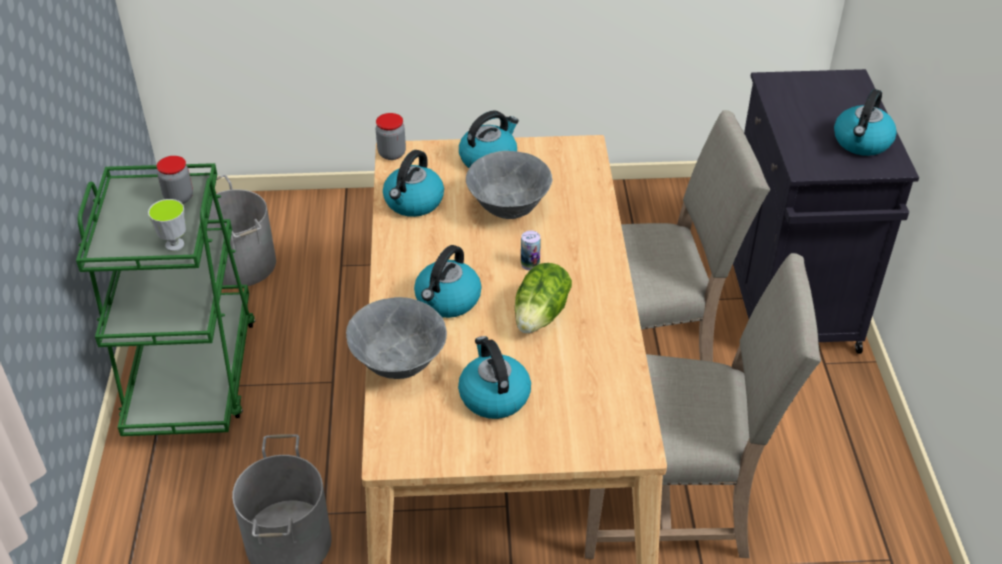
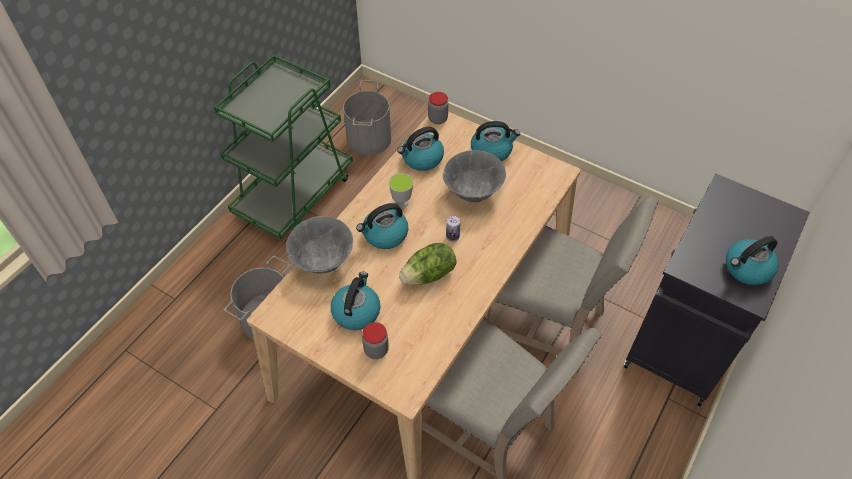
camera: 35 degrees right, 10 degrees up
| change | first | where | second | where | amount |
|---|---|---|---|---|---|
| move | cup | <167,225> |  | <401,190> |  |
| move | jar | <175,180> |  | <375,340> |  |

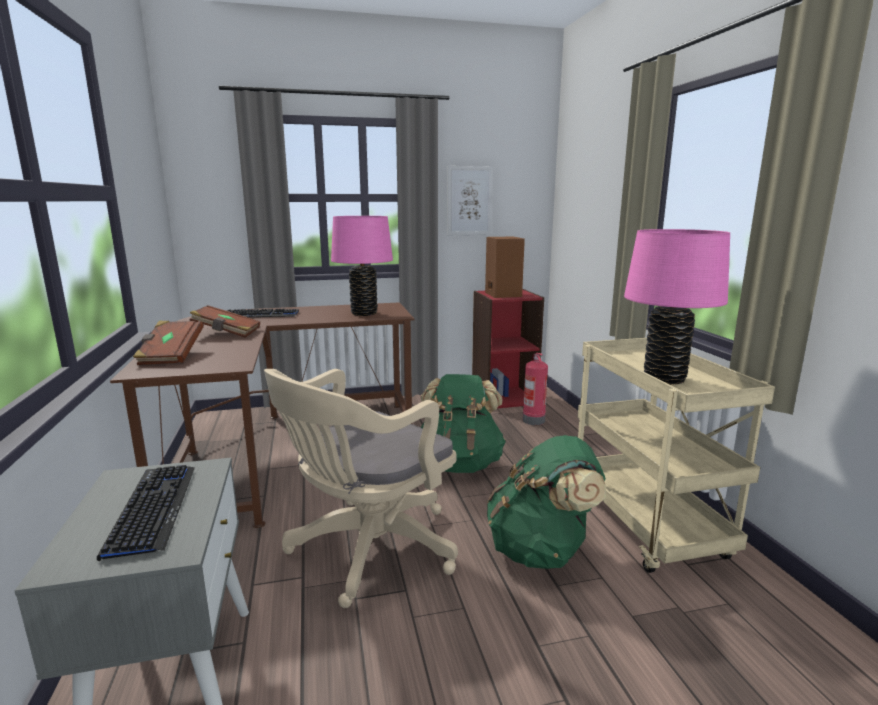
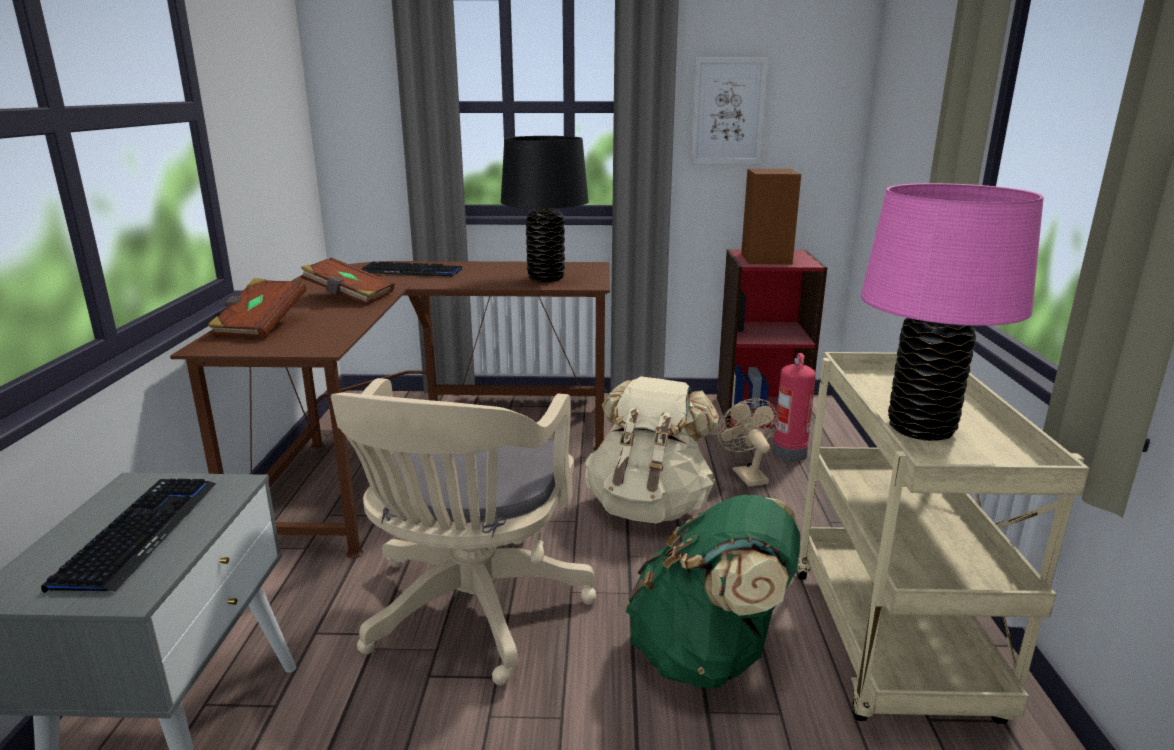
camera: 15 degrees right, 5 degrees up
| change | first | where | second | where | amount |
|---|---|---|---|---|---|
| insert |  |  | beige fan | <747,442> |  |
| recolor | pink table lamp | <362,266> | black table lamp | <545,209> |  |
| recolor | green backpack | <463,423> | beige backpack | <652,450> |  |
| rotate | beige office chair | <361,488> |  | <464,532> | 45 degrees counterclockwise |

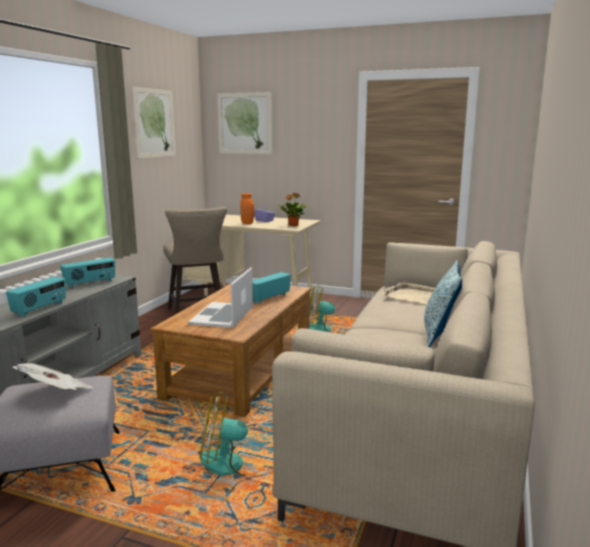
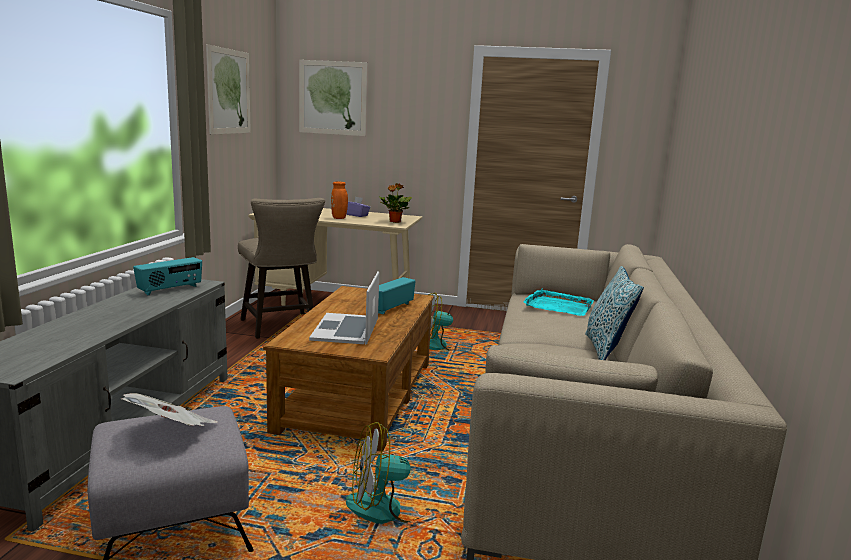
camera: 10 degrees left, 0 degrees up
| change | first | where | second | where | amount |
|---|---|---|---|---|---|
| delete | radio | <36,297> |  |  |  |
| recolor | beige tray | <408,292> | turquoise tray | <559,302> |  |

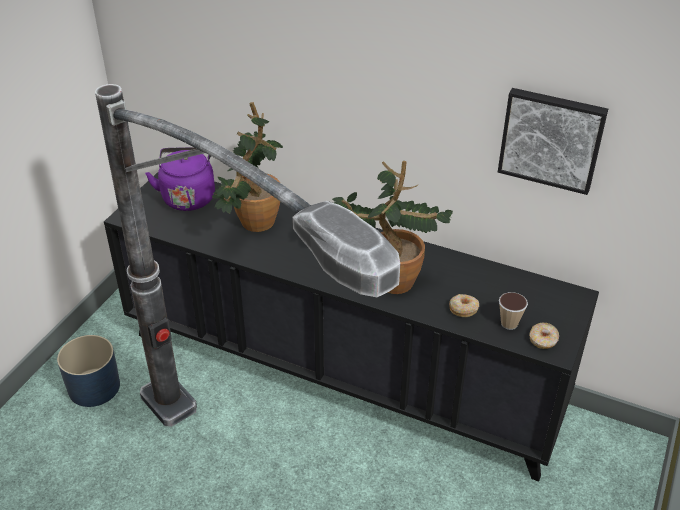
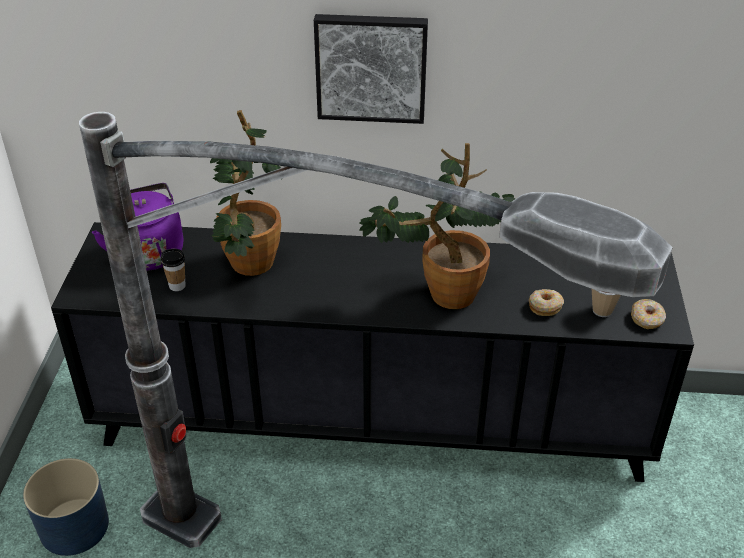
camera: 20 degrees left, 0 degrees up
| change | first | where | second | where | amount |
|---|---|---|---|---|---|
| insert |  |  | cup | <173,270> |  |
| move | picture | <553,141> |  | <371,69> |  |

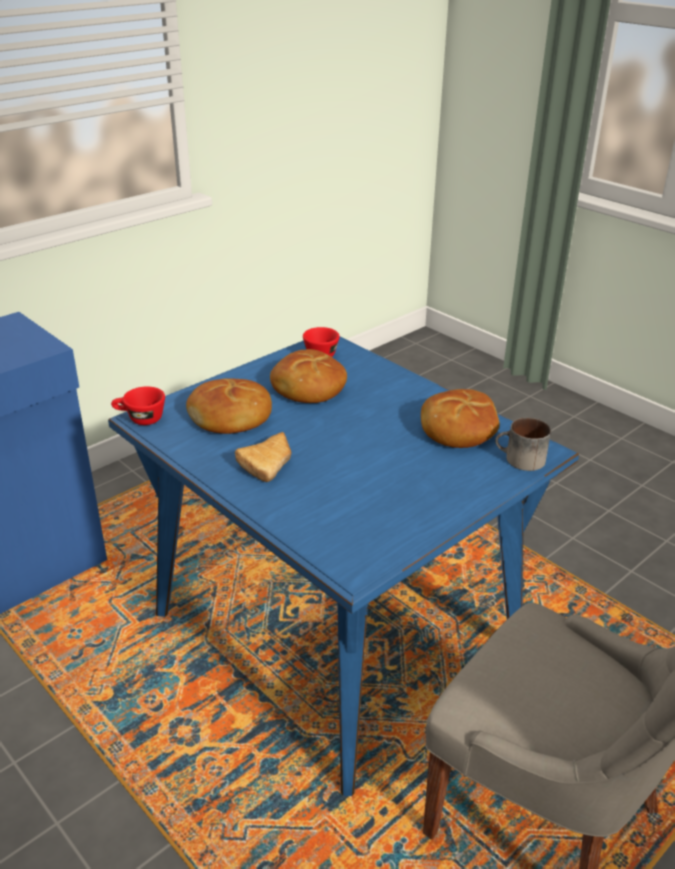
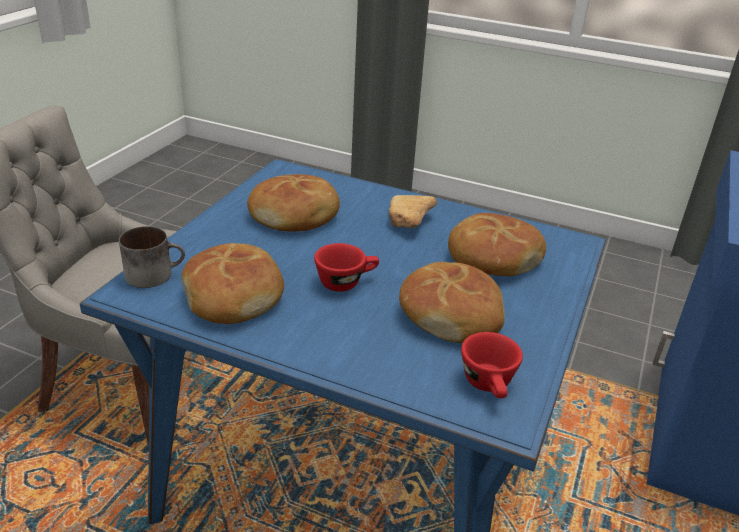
camera: 155 degrees right, 0 degrees up
| change | first | where | second | where | amount |
|---|---|---|---|---|---|
| insert |  |  | bread | <293,203> |  |
| move | red cup | <138,406> |  | <346,267> |  |

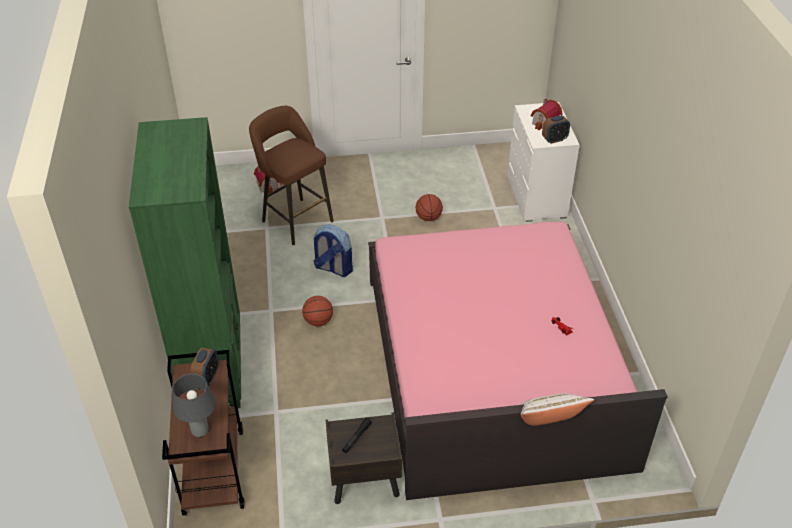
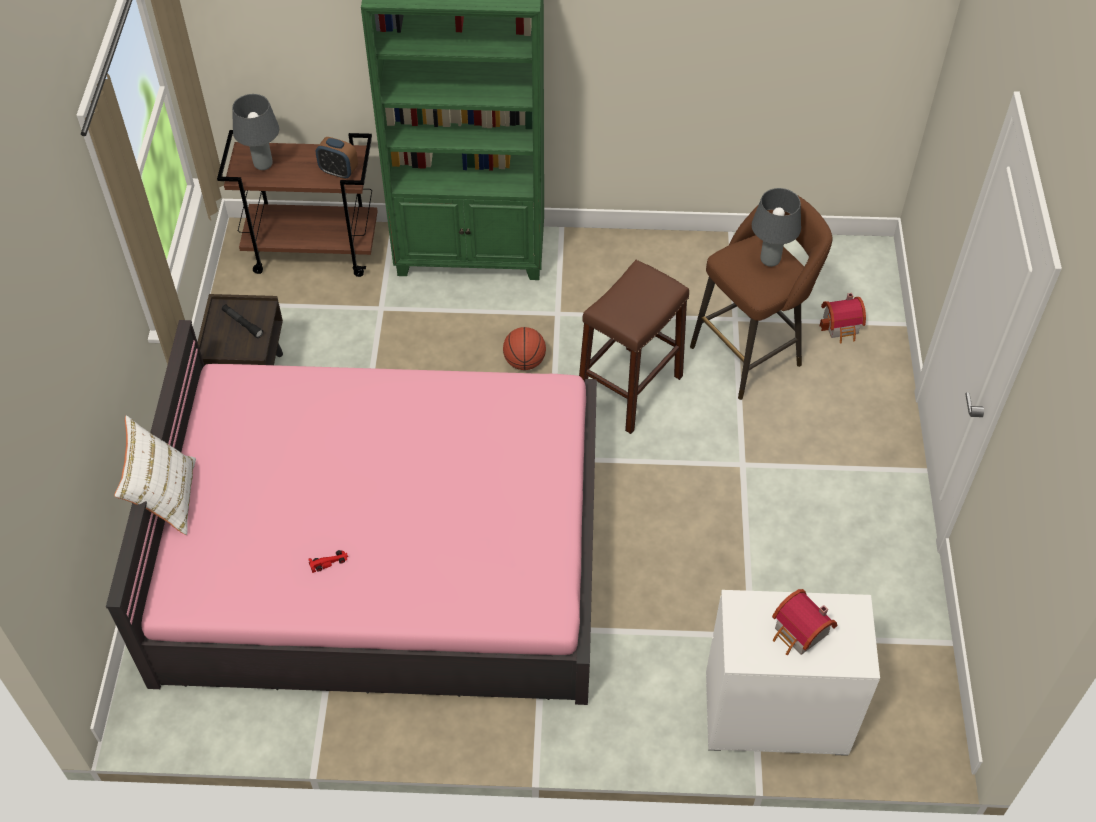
camera: 100 degrees right, 10 degrees up
| change | first | where | second | where | amount |
|---|---|---|---|---|---|
| delete | basketball | <429,207> |  |  |  |
| delete | alarm clock | <556,129> |  |  |  |
| insert |  |  | grey table lamp | <776,227> |  |
| replace | backpack | <333,251> | brown stool | <634,347> |  |

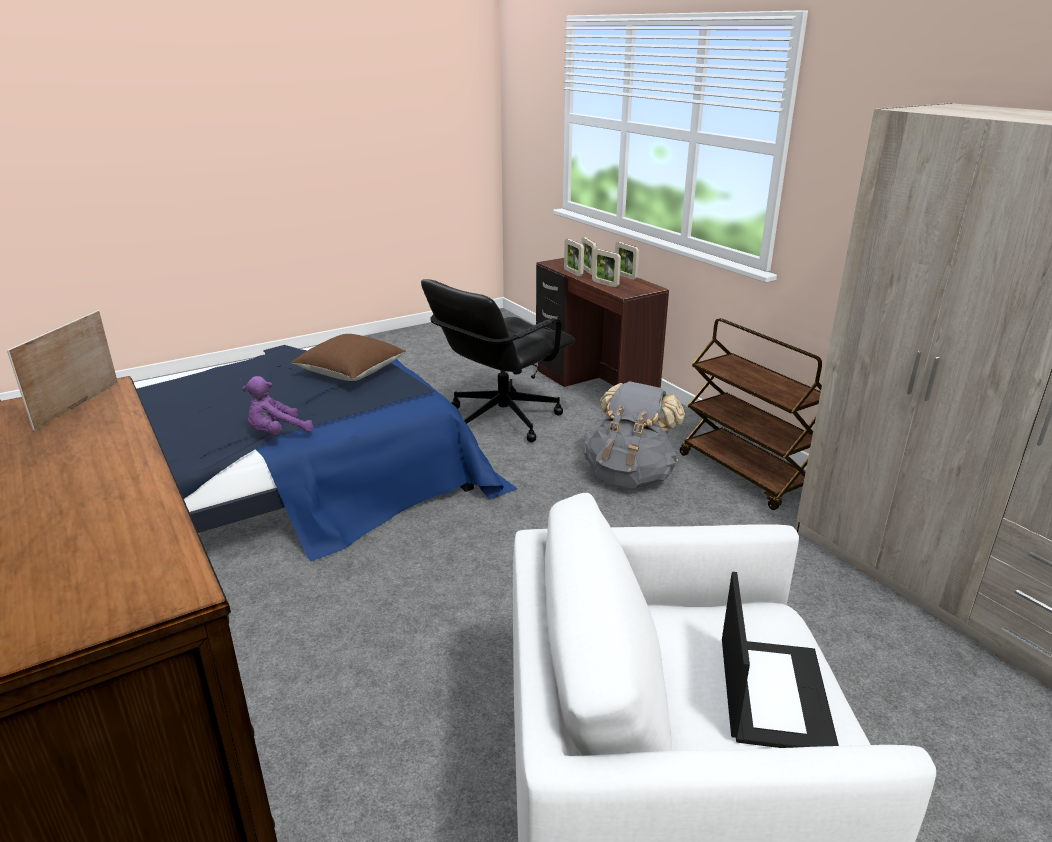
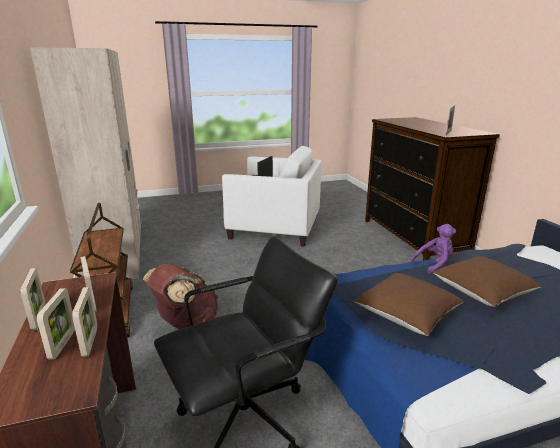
camera: 165 degrees left, 5 degrees down
| change | first | where | second | where | amount |
|---|---|---|---|---|---|
| insert |  |  | brown pillow | <487,281> |  |
| recolor | grey backpack | <634,434> | brown backpack | <180,296> |  |

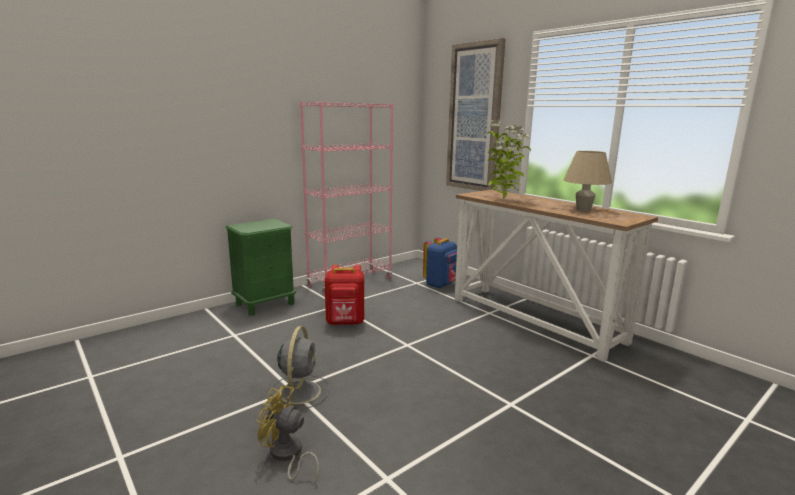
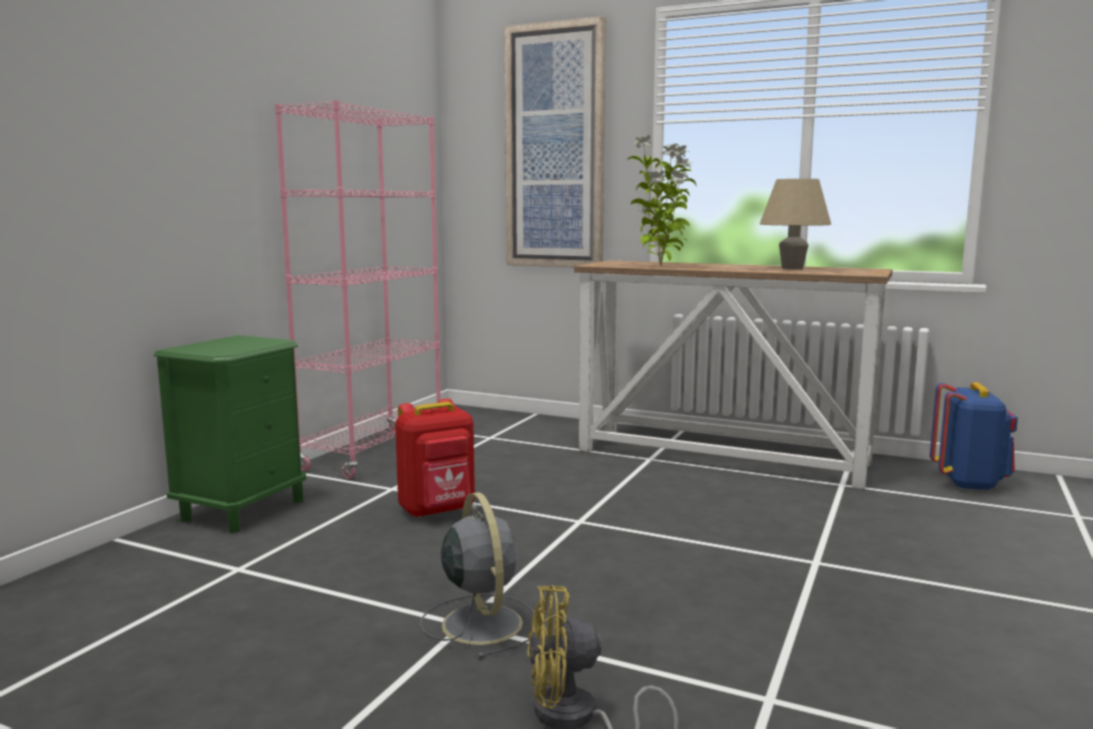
camera: 25 degrees left, 5 degrees down
| change | first | where | second | where | amount |
|---|---|---|---|---|---|
| move | blue backpack | <440,263> |  | <974,436> |  |

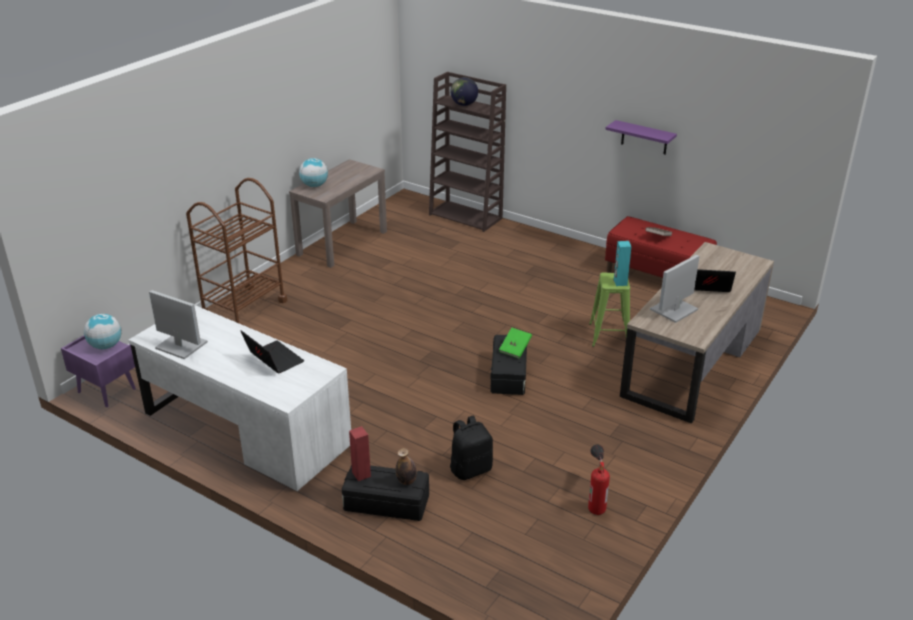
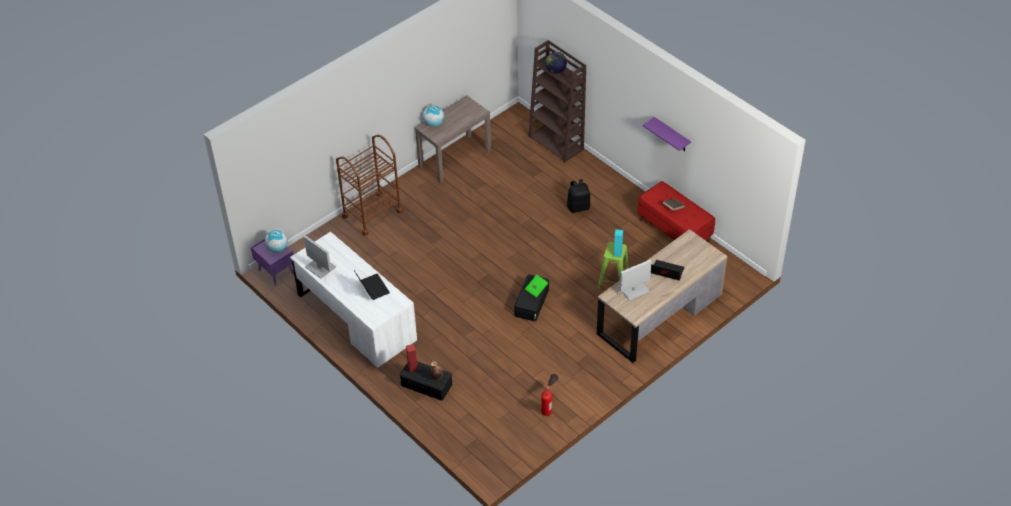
camera: 15 degrees right, 15 degrees up
| change | first | where | second | where | amount |
|---|---|---|---|---|---|
| move | black backpack | <471,447> |  | <578,196> |  |

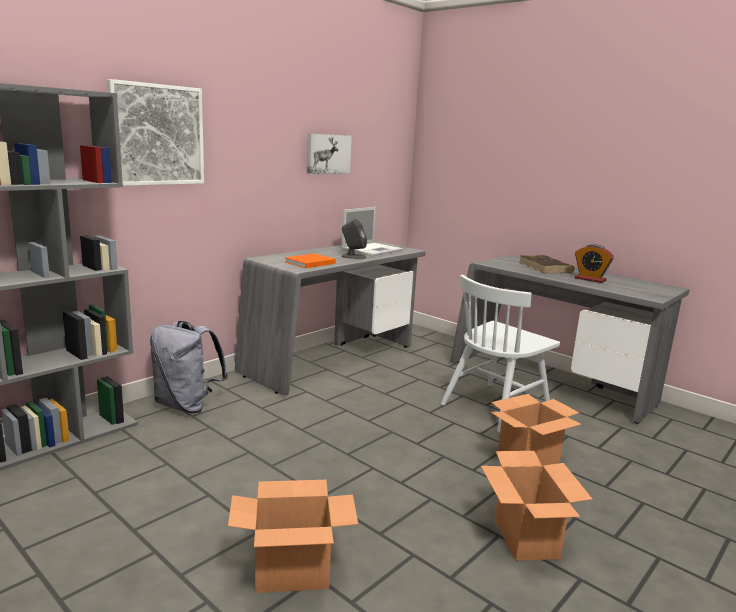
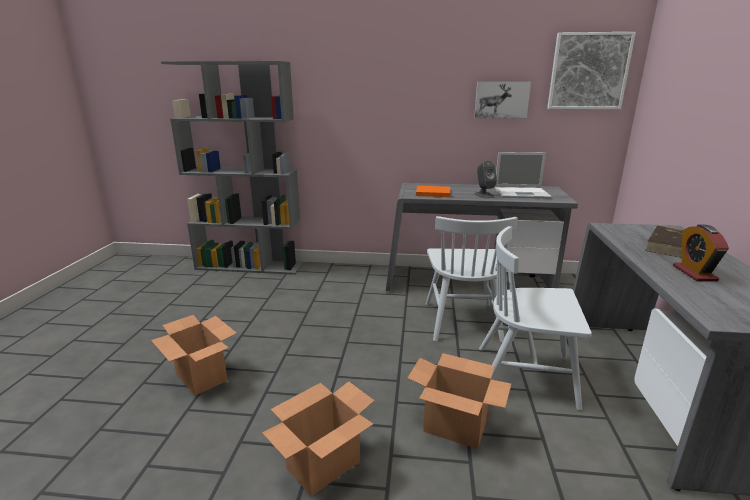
camera: 55 degrees right, 5 degrees up
| change | first | where | second | where | amount |
|---|---|---|---|---|---|
| delete | grey backpack | <189,367> |  |  |  |
| insert |  |  | white chair | <472,279> |  |
| move | picture | <155,132> |  | <591,71> |  |

